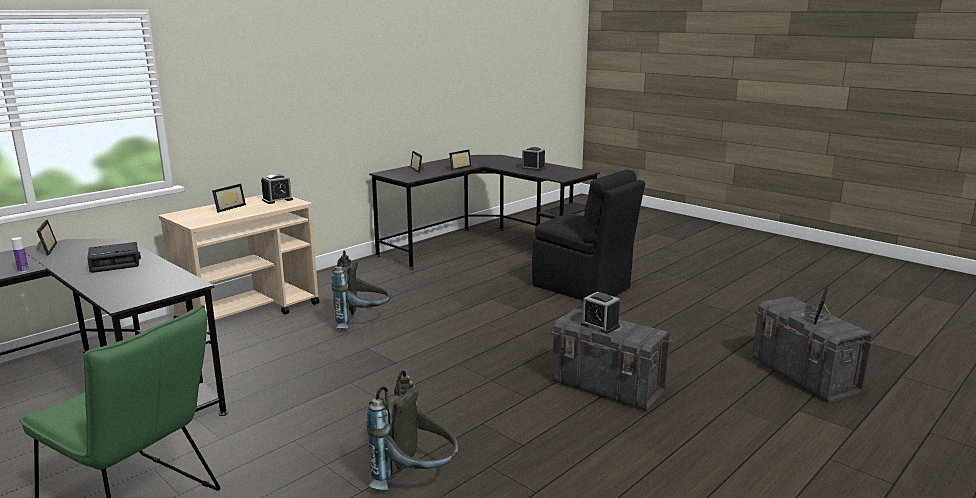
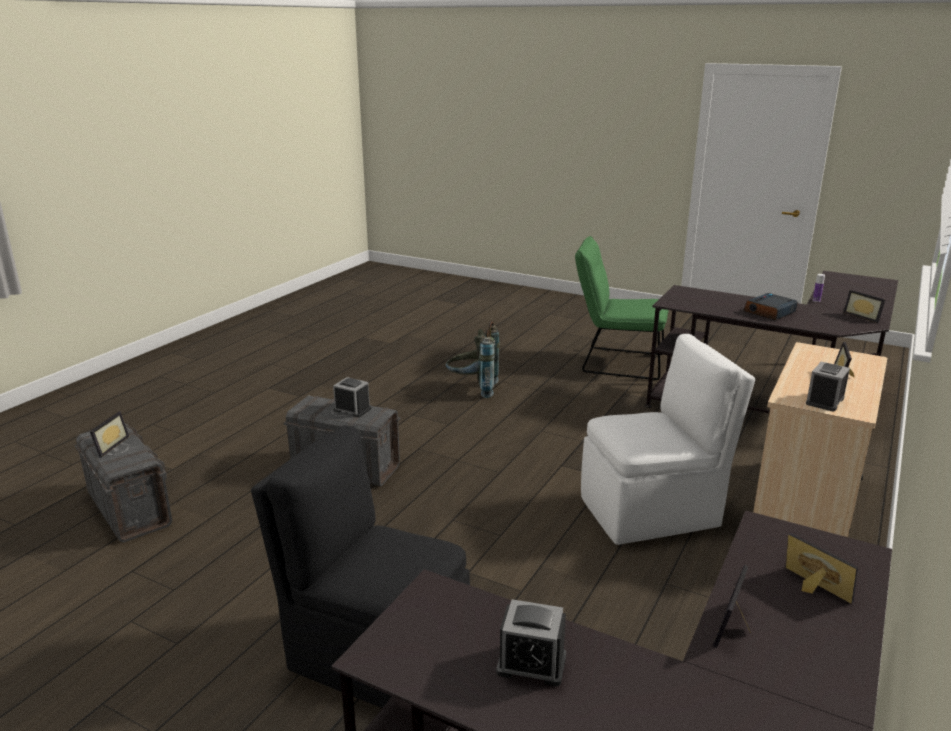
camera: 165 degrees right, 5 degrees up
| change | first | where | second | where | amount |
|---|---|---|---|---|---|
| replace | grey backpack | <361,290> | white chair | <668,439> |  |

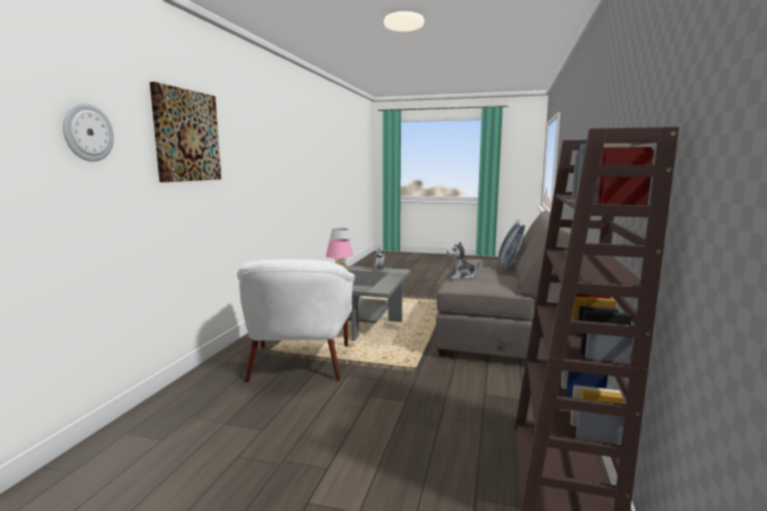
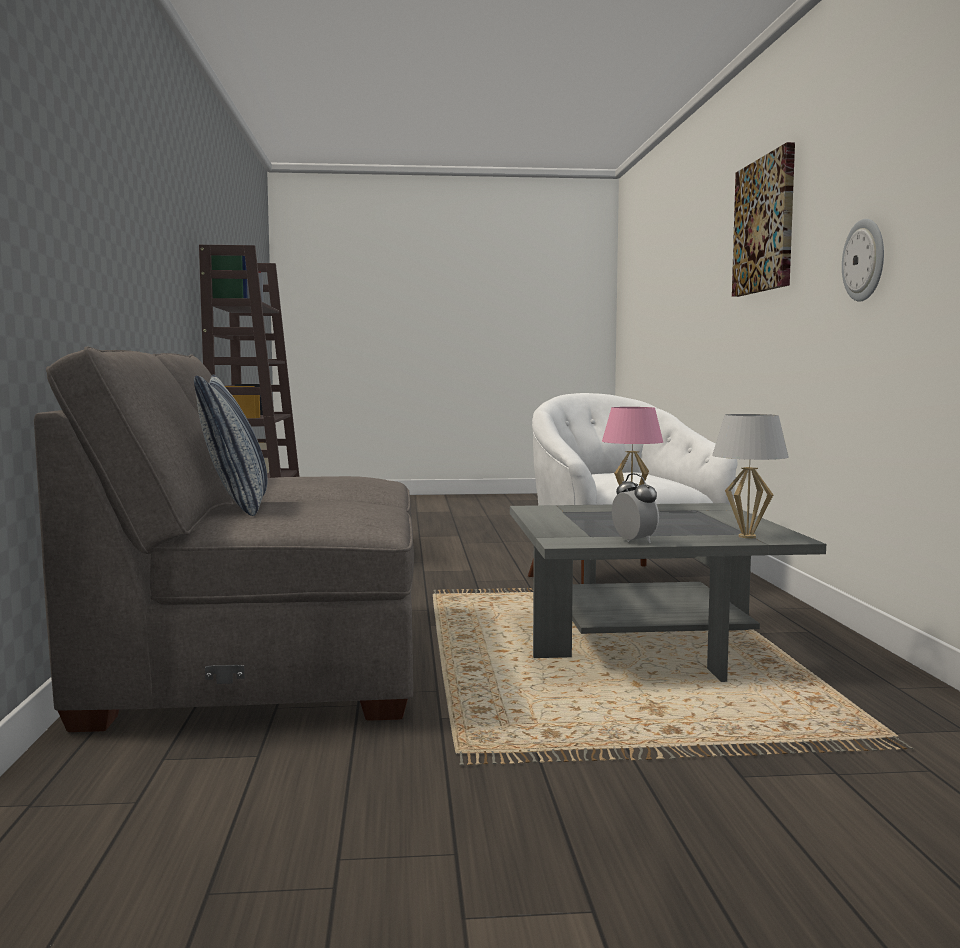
camera: 160 degrees right, 5 degrees down
| change | first | where | second | where | amount |
|---|---|---|---|---|---|
| delete | plush toy | <463,260> |  |  |  |
| move | wall clock | <88,132> |  | <863,260> |  |

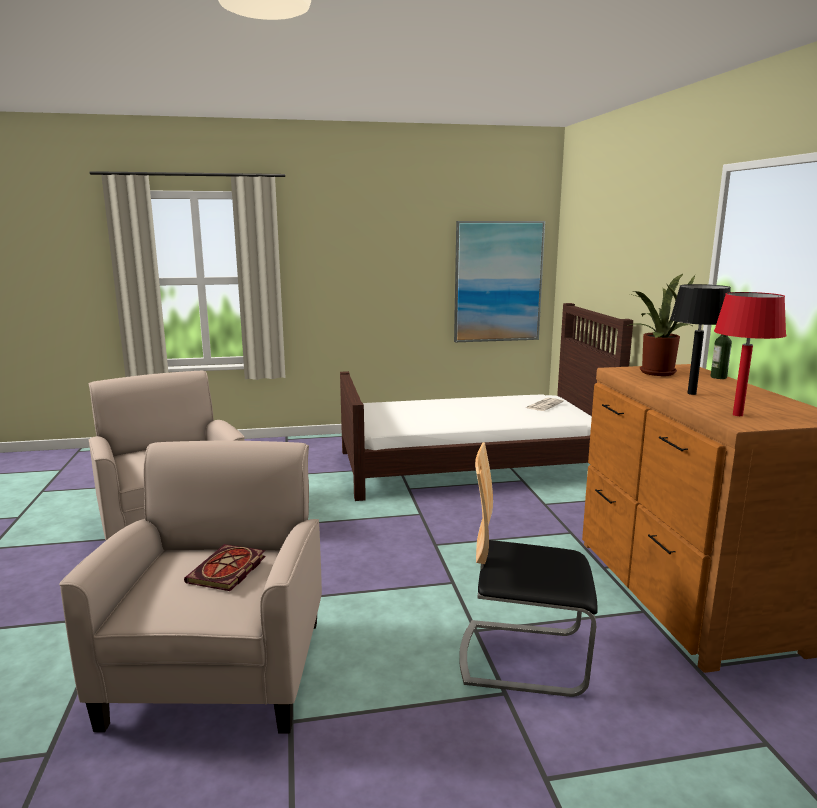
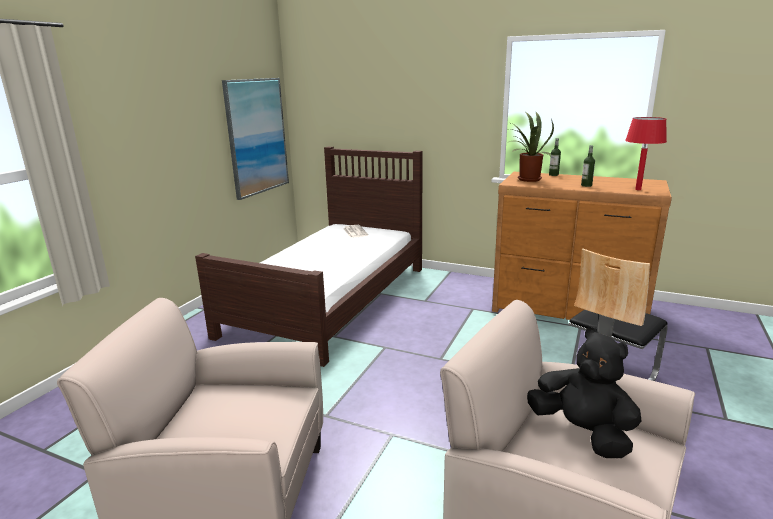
camera: 55 degrees left, 5 degrees up
| change | first | where | second | where | amount |
|---|---|---|---|---|---|
| replace | book | <225,567> | black plush toy | <584,392> |  |
| replace | black table lamp | <700,339> | bottle | <588,166> |  |

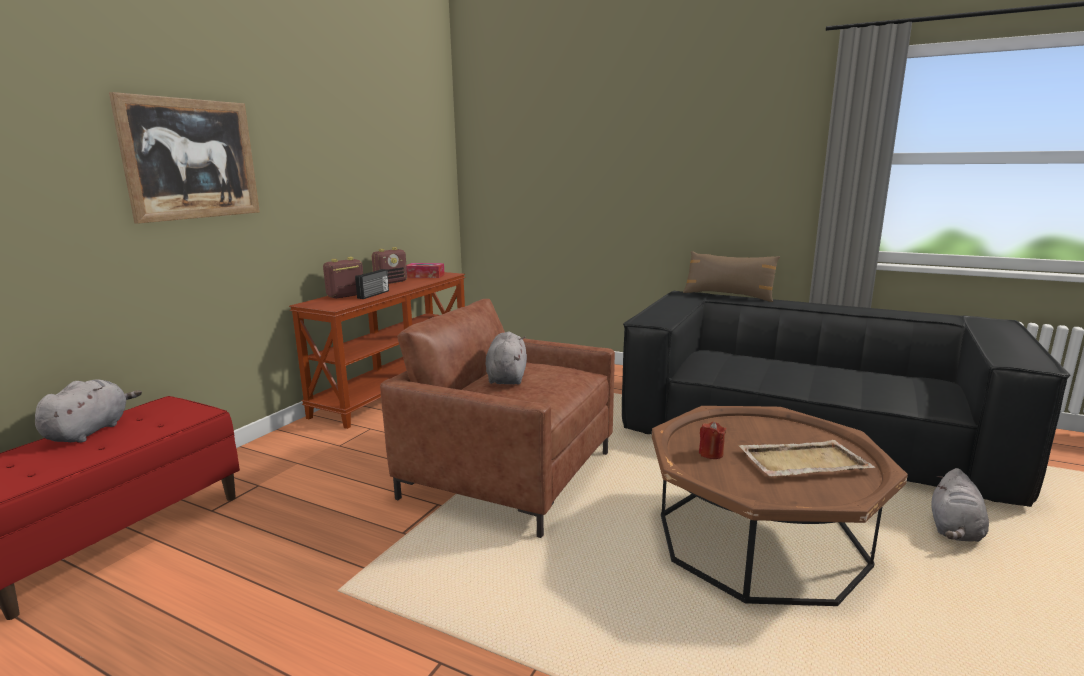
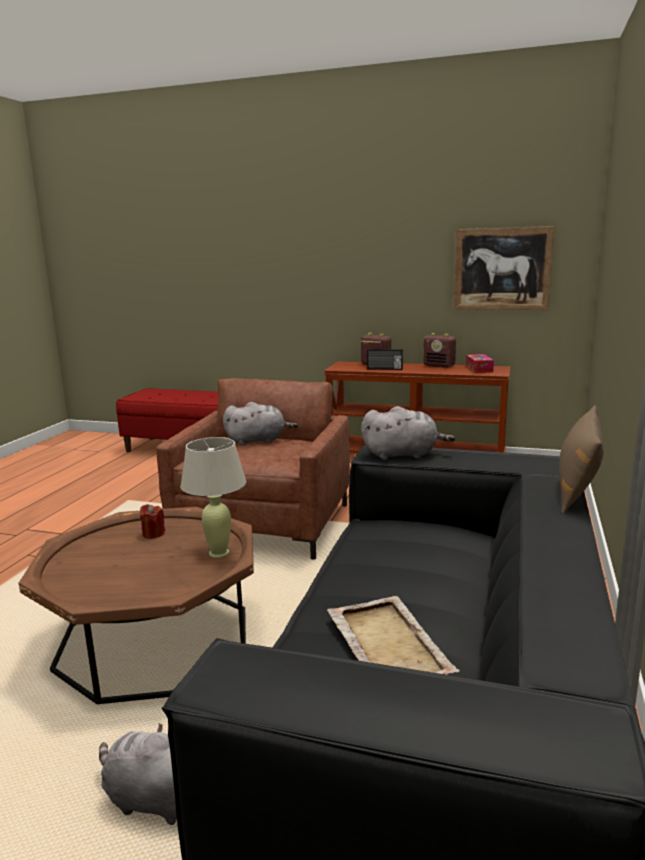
camera: 80 degrees right, 0 degrees up
| change | first | where | second | where | amount |
|---|---|---|---|---|---|
| insert |  |  | beige table lamp | <213,497> |  |
| move | grey plush toy | <88,411> |  | <408,433> |  |
| move | picture | <184,158> |  | <504,268> |  |
| move | beige tray | <806,458> |  | <393,635> |  |

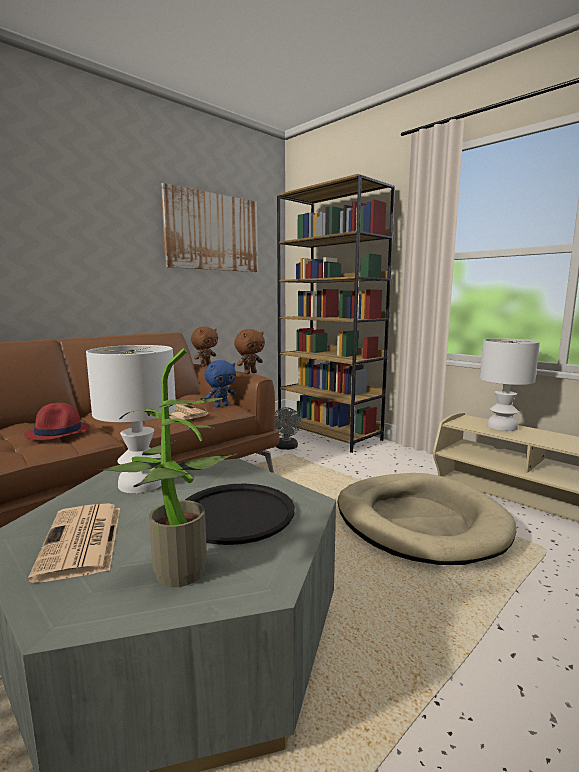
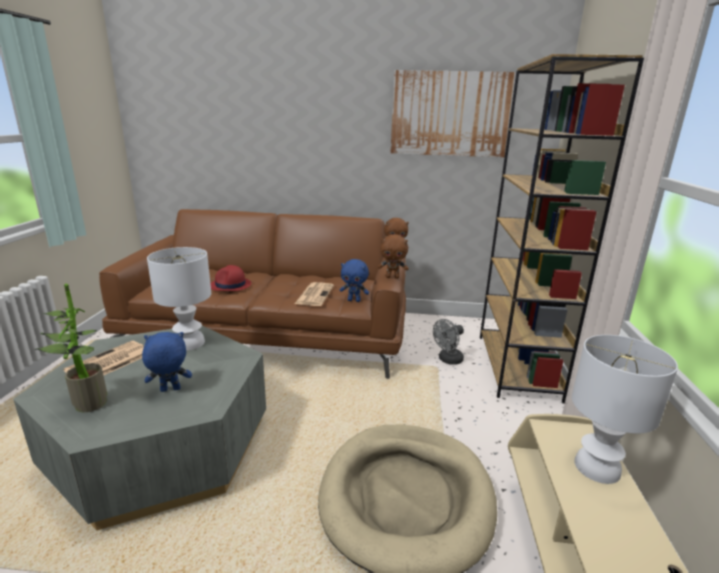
camera: 50 degrees right, 10 degrees up
| change | first | where | second | where | amount |
|---|---|---|---|---|---|
| replace | black tray | <240,514> | blue plush toy | <167,362> |  |

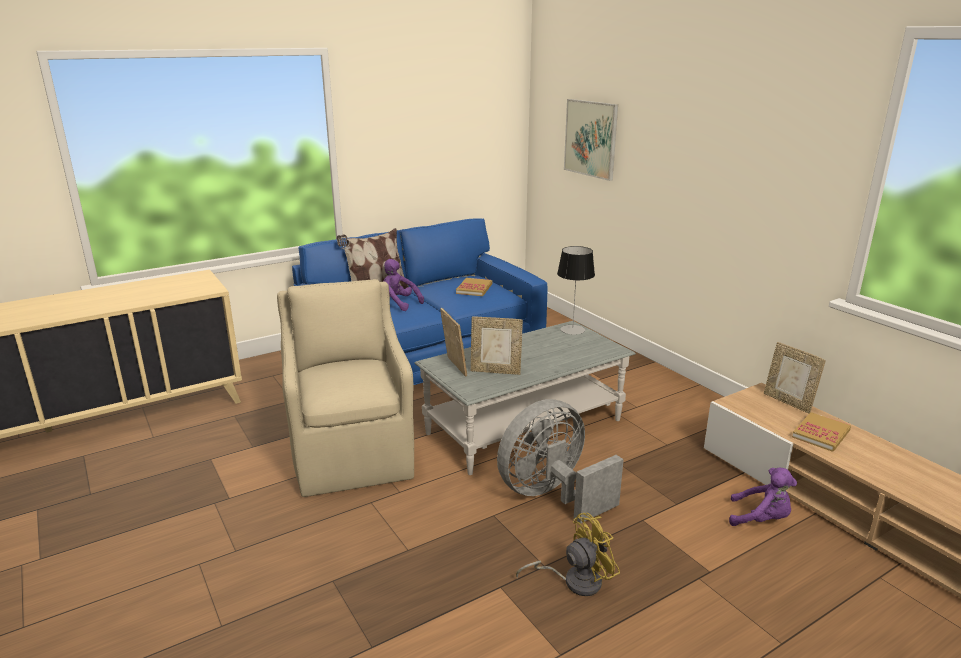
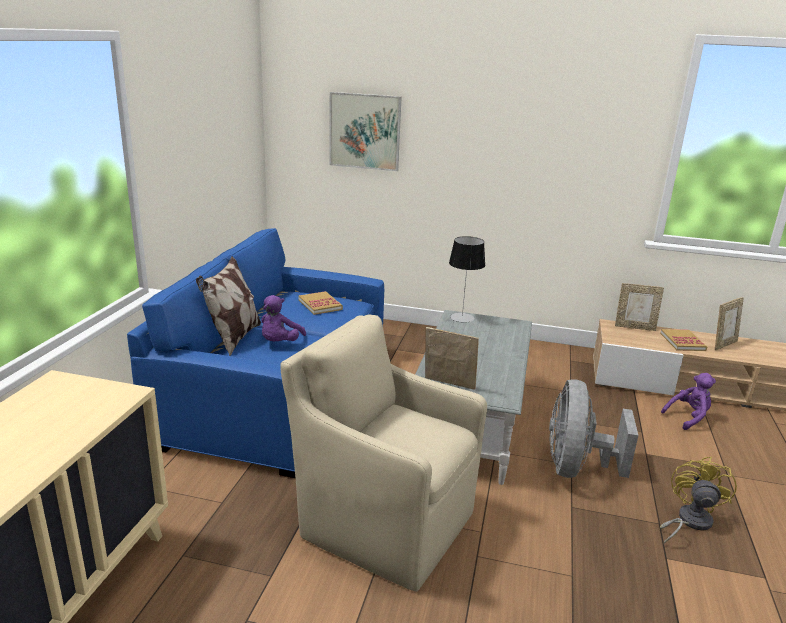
camera: 45 degrees left, 0 degrees up
| change | first | where | second | where | amount |
|---|---|---|---|---|---|
| move | picture frame | <497,345> |  | <729,323> |  |
| rotate | purple plush toy | <403,285> |  | <283,318> | 60 degrees counterclockwise |

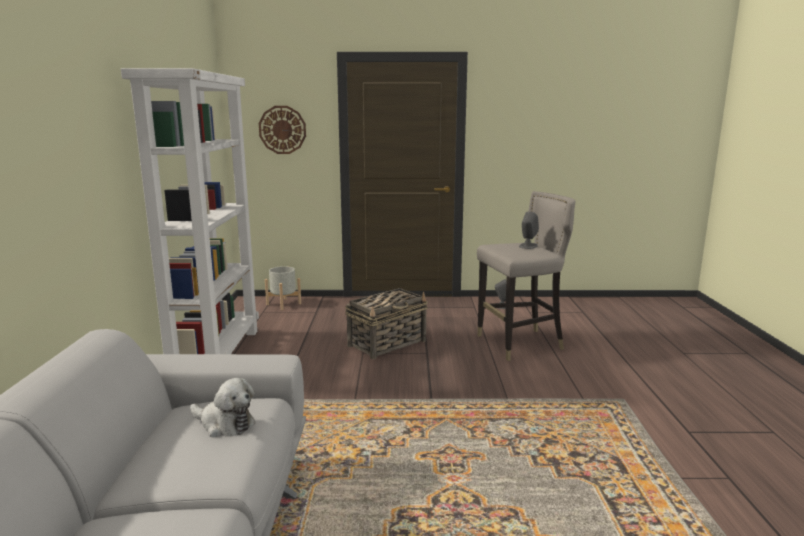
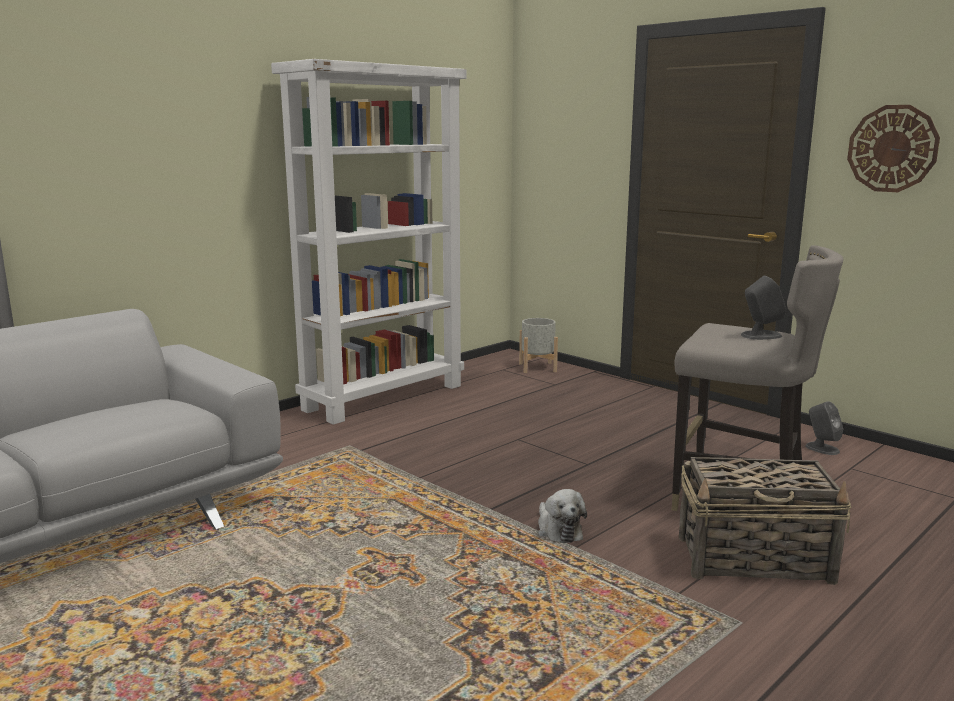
camera: 45 degrees right, 0 degrees up
| change | first | where | second | where | amount |
|---|---|---|---|---|---|
| move | plush toy | <222,407> |  | <562,516> |  |
| move | wall clock | <282,130> |  | <893,148> |  |
| move | basket | <386,323> |  | <765,521> |  |

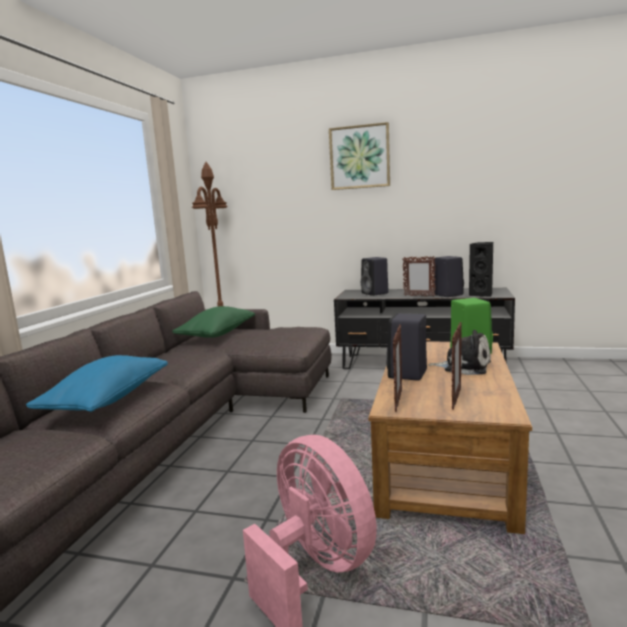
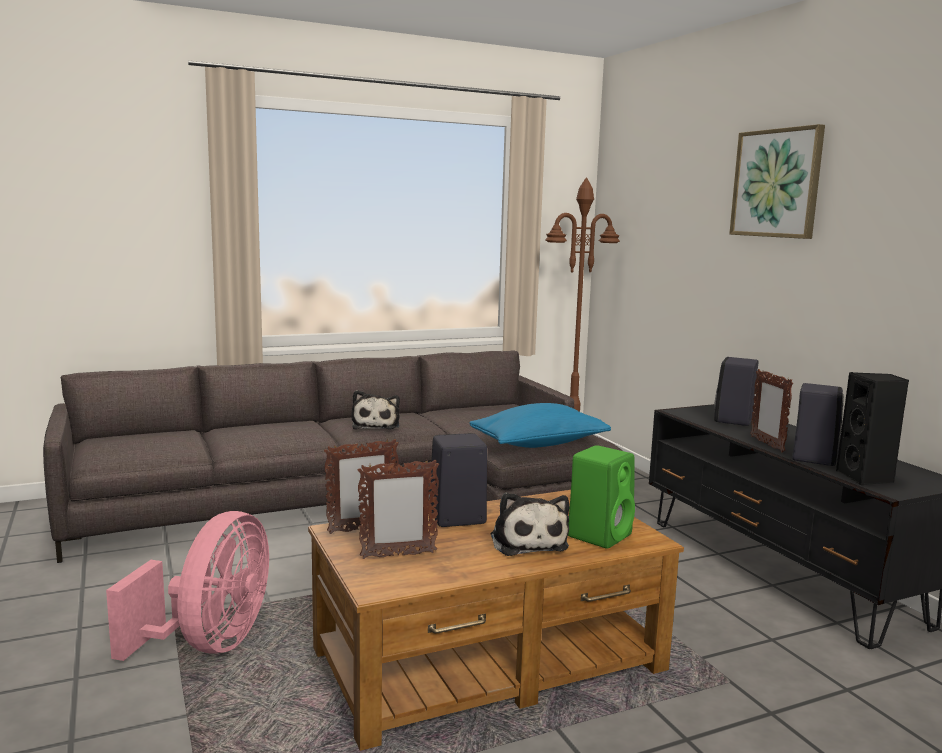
camera: 50 degrees right, 0 degrees up
| change | first | where | second | where | amount |
|---|---|---|---|---|---|
| delete | green pillow | <213,322> |  |  |  |
| insert |  |  | plush toy | <375,409> |  |
| move | blue pillow | <97,383> |  | <540,425> |  |

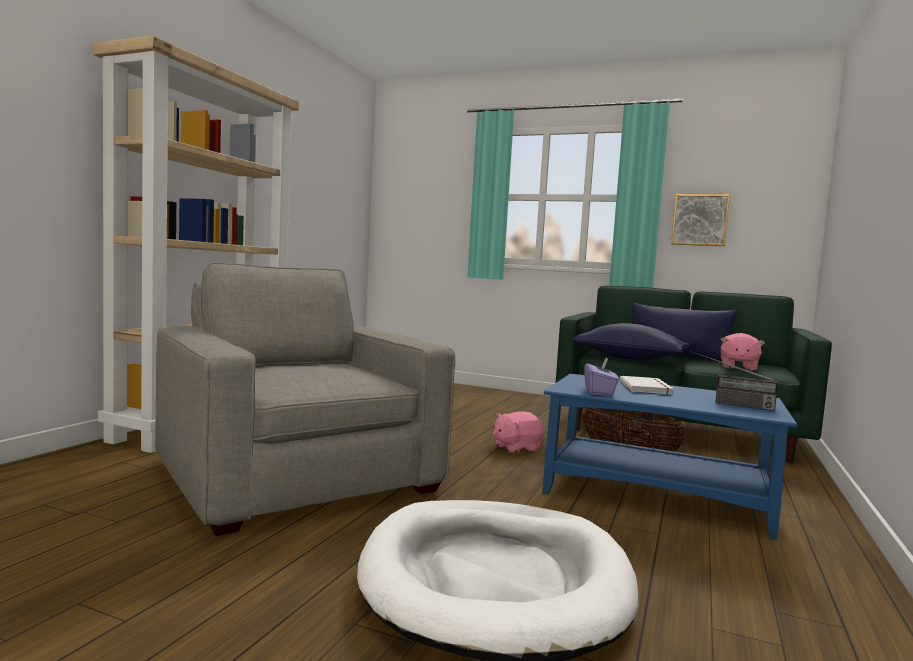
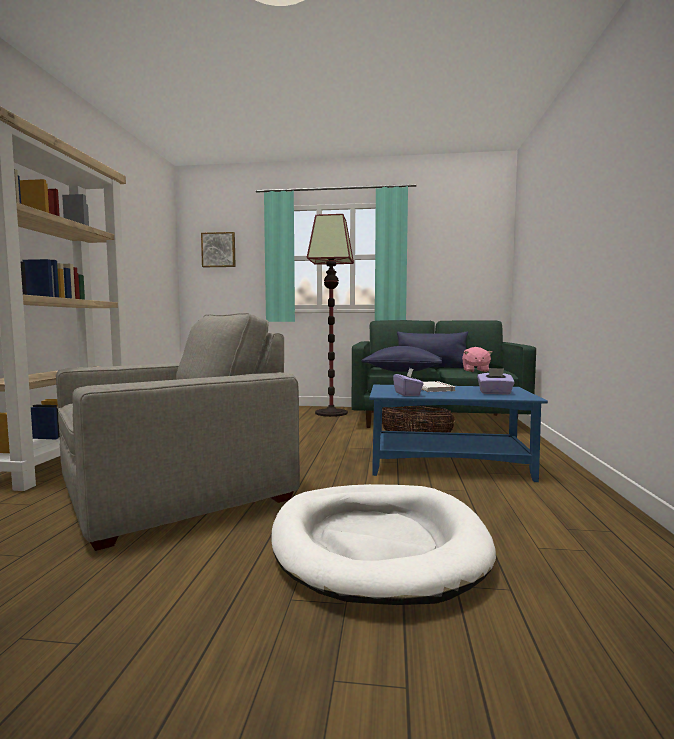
camera: 15 degrees left, 0 degrees up
| change | first | where | second | where | amount |
|---|---|---|---|---|---|
| delete | pink plush toy | <518,432> |  |  |  |
| insert |  |  | floor lamp | <330,315> |  |
| move | picture | <700,220> |  | <218,249> |  |
| replace | radio | <734,381> | purple tissue box | <496,381> |  |
| rotate | grey armchair | <305,399> |  | <178,432> | 105 degrees clockwise |

